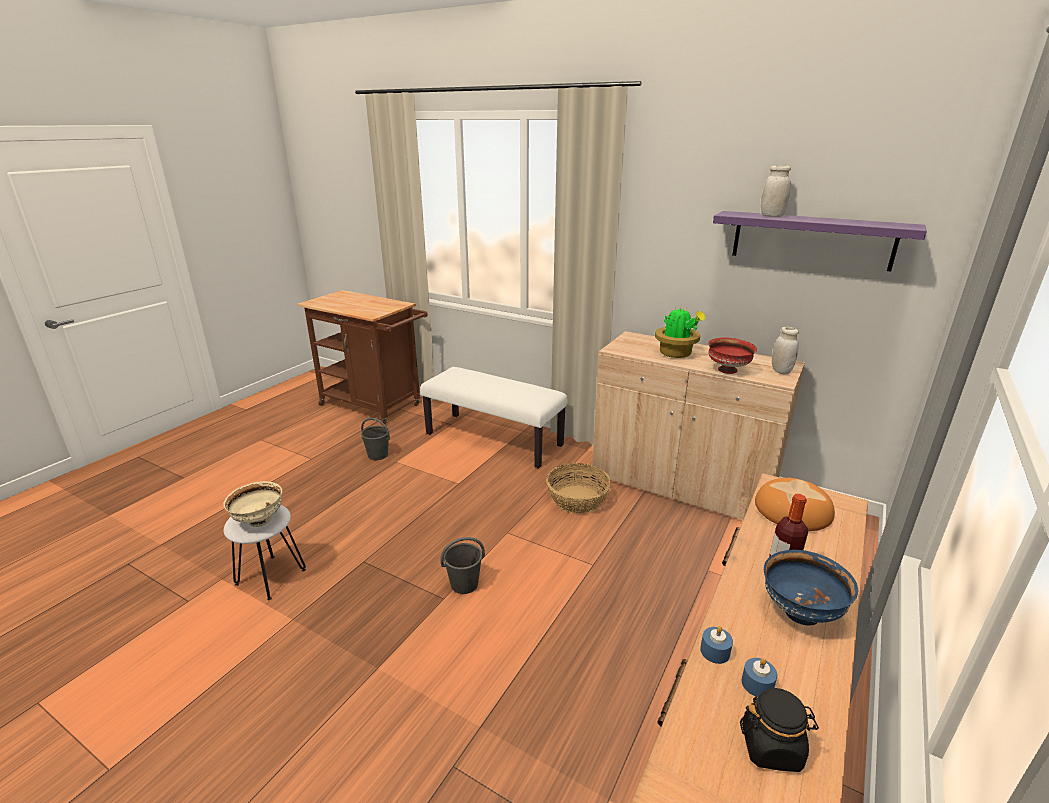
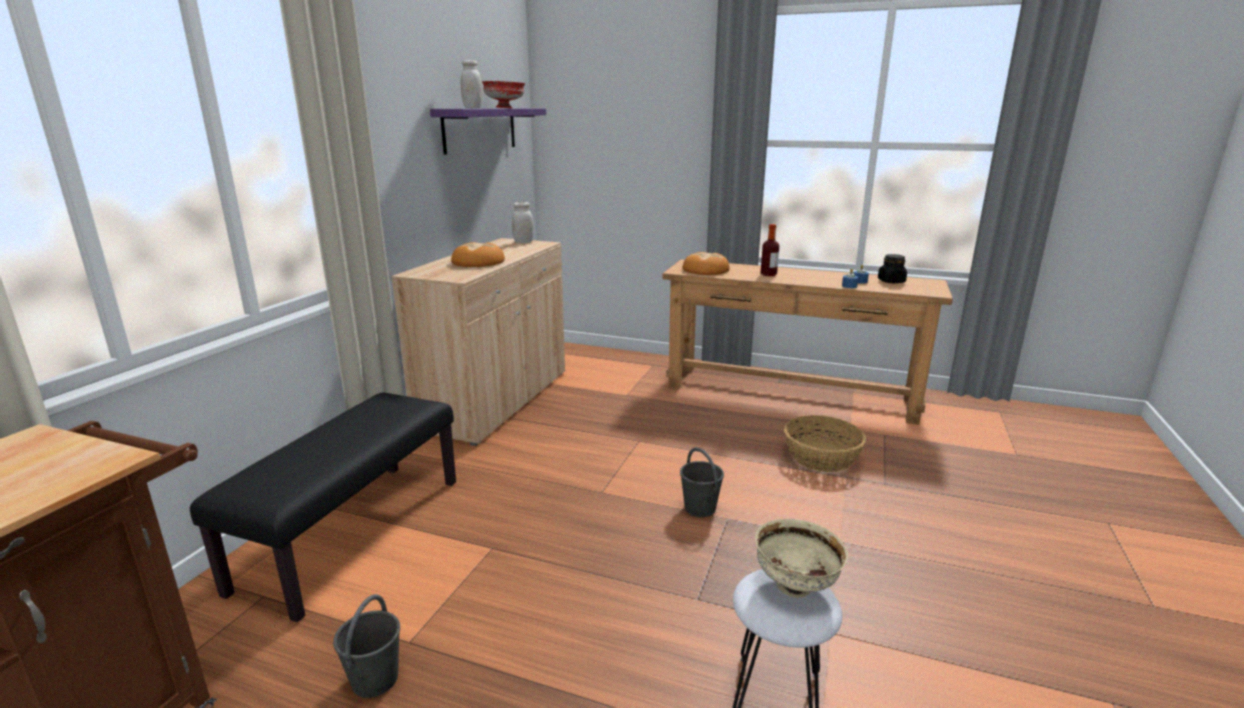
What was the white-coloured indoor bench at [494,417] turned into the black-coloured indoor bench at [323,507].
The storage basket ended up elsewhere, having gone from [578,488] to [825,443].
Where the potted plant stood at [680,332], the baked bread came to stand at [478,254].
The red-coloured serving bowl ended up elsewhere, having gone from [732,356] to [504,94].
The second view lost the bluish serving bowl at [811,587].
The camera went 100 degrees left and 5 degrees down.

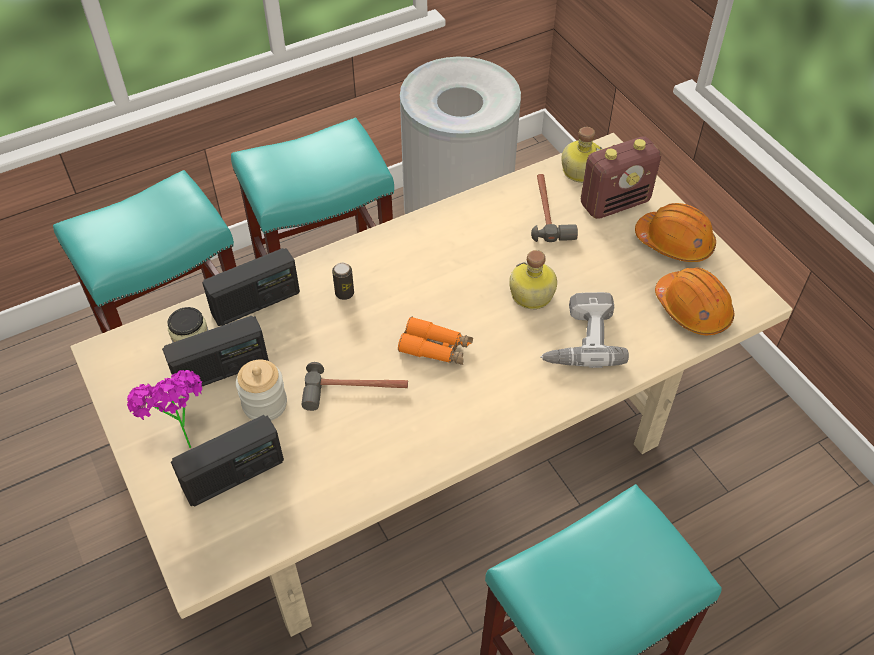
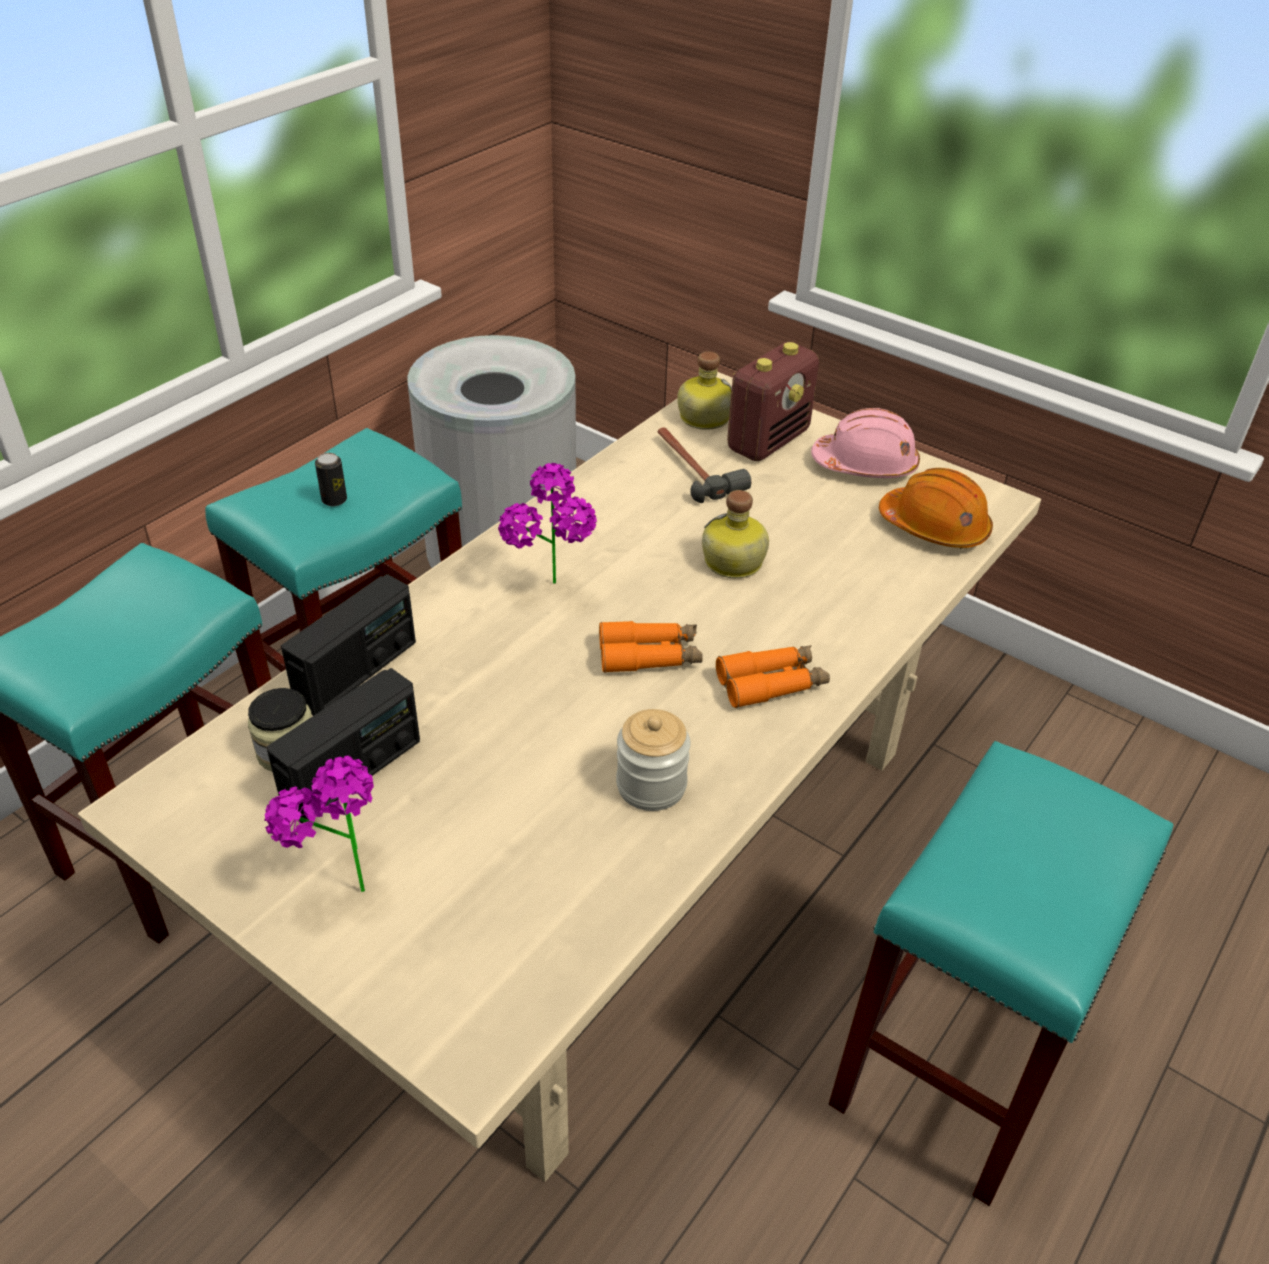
The second view lost the radio at [227,460].
The jar ended up elsewhere, having gone from [261,390] to [653,760].
The second view lost the hammer at [355,386].
The metal can ended up elsewhere, having gone from [343,281] to [331,479].
The second view lost the power drill at [584,330].
What was the orange work helmet at [675,232] turned into the pinkish work helmet at [865,443].
The second view gained the potted plant at [547,523].
The second view gained the orange pair of binoculars at [773,676].
The camera went 25 degrees left and 10 degrees down.

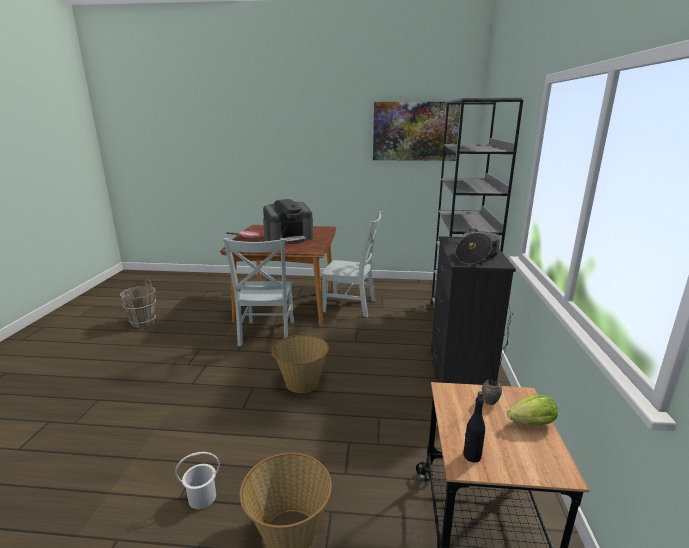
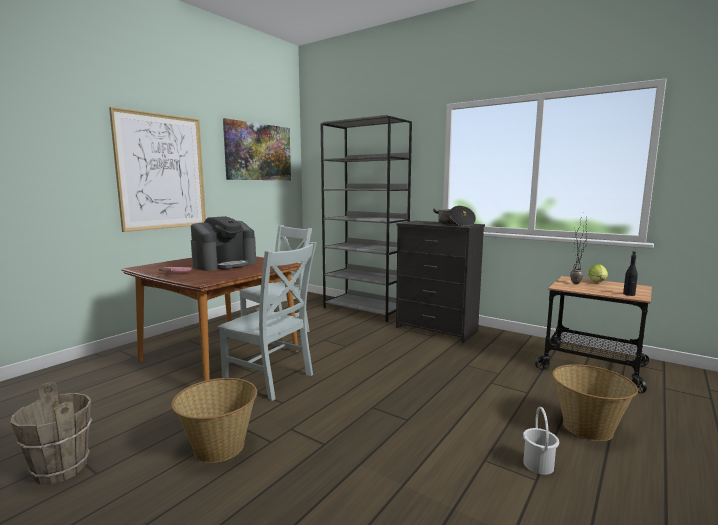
The coffee brewer at [288,221] ended up facing another way, 45 degrees clockwise from before.
The storage basket ended up elsewhere, having gone from [300,364] to [214,420].
The second view gained the picture at [157,169].
The camera went 60 degrees left and 10 degrees down.

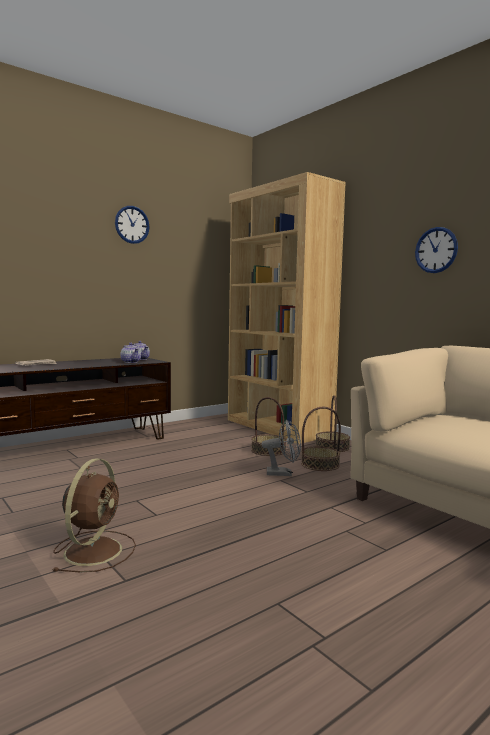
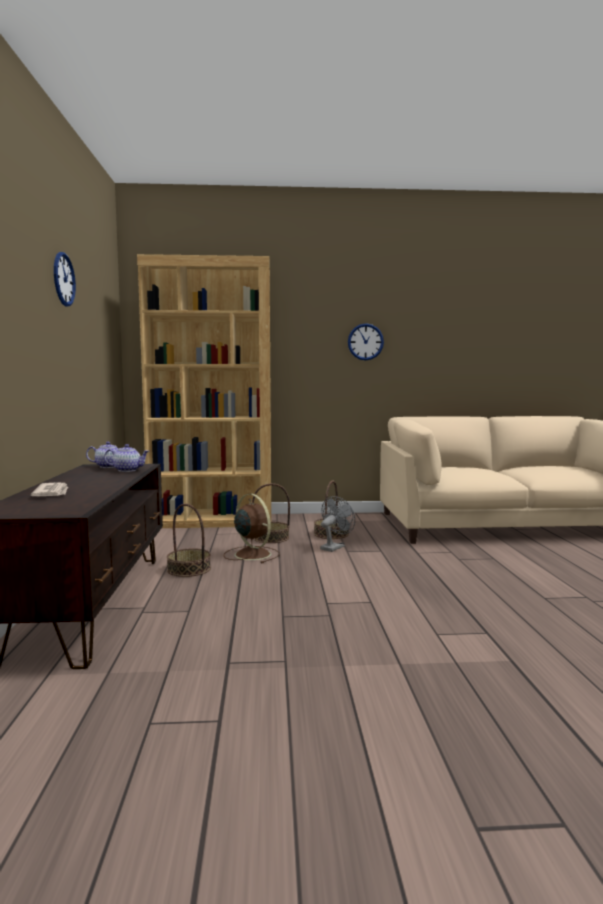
The brown fan ended up elsewhere, having gone from [94,515] to [252,528].
The storage basket ended up elsewhere, having gone from [332,423] to [189,540].
The camera went 55 degrees left and 0 degrees up.

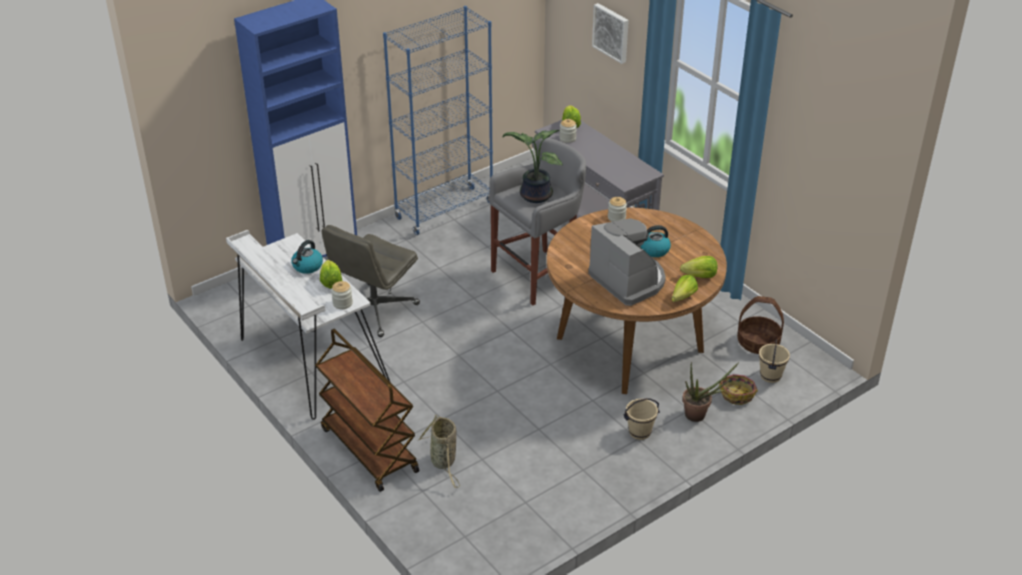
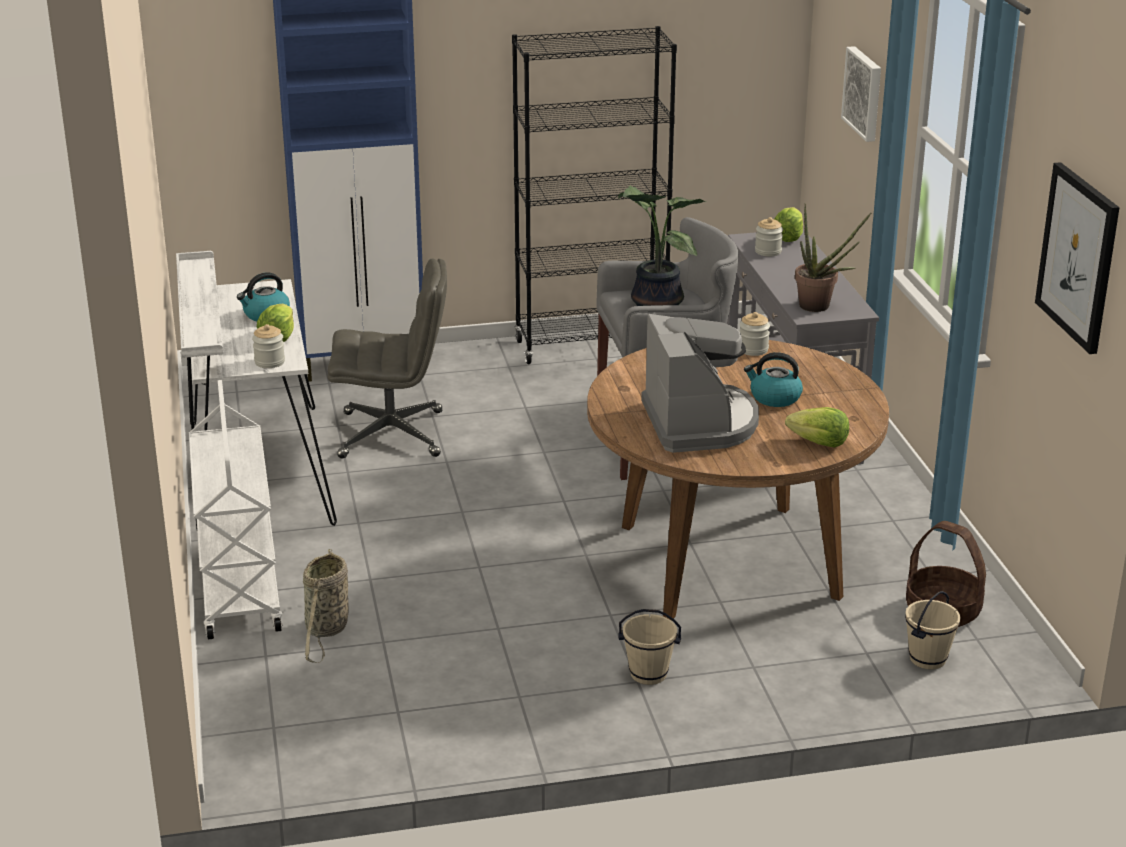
What was the brown trolley at [367,410] turned into the white-coloured trolley at [235,509].
The grey office chair at [371,281] ended up facing another way, 150 degrees counterclockwise from before.
What was the bluish bookcase at [438,120] turned into the black-coloured bookcase at [594,195].
The second view lost the lettuce at [685,288].
The potted plant ended up elsewhere, having gone from [710,392] to [833,257].
The second view lost the storage basket at [738,389].
The second view gained the picture at [1077,258].
The camera went 25 degrees right and 10 degrees down.

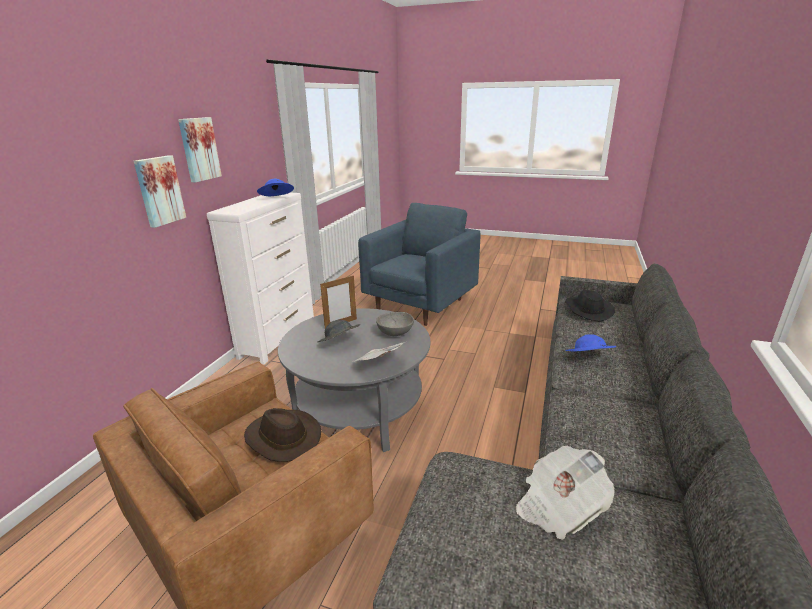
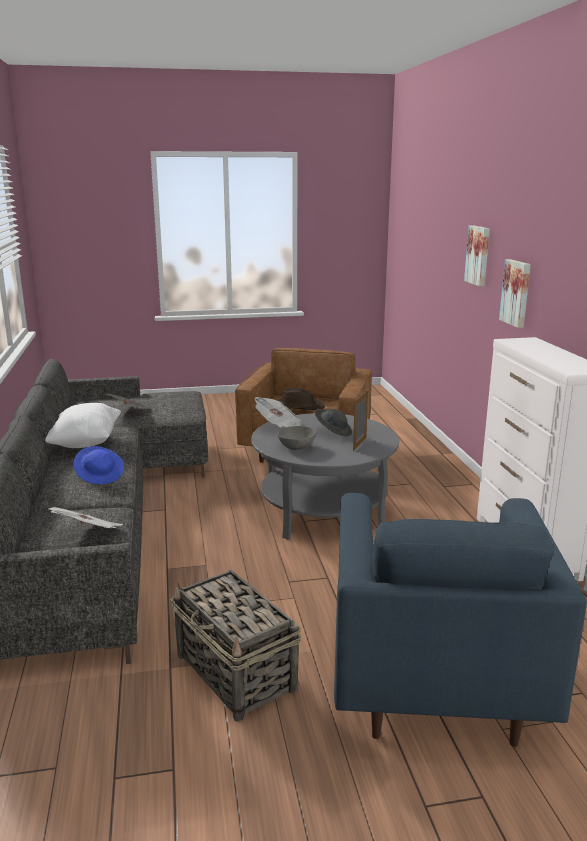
The picture ended up elsewhere, having gone from [200,149] to [477,256].
The second view lost the bluish hat at [275,187].
Where the black-coloured hat stood at [590,305], the printed paper came to stand at [85,517].
The second view gained the white-coloured throw pillow at [83,425].
The second view gained the storage basket at [235,646].
The camera went 150 degrees right and 5 degrees down.

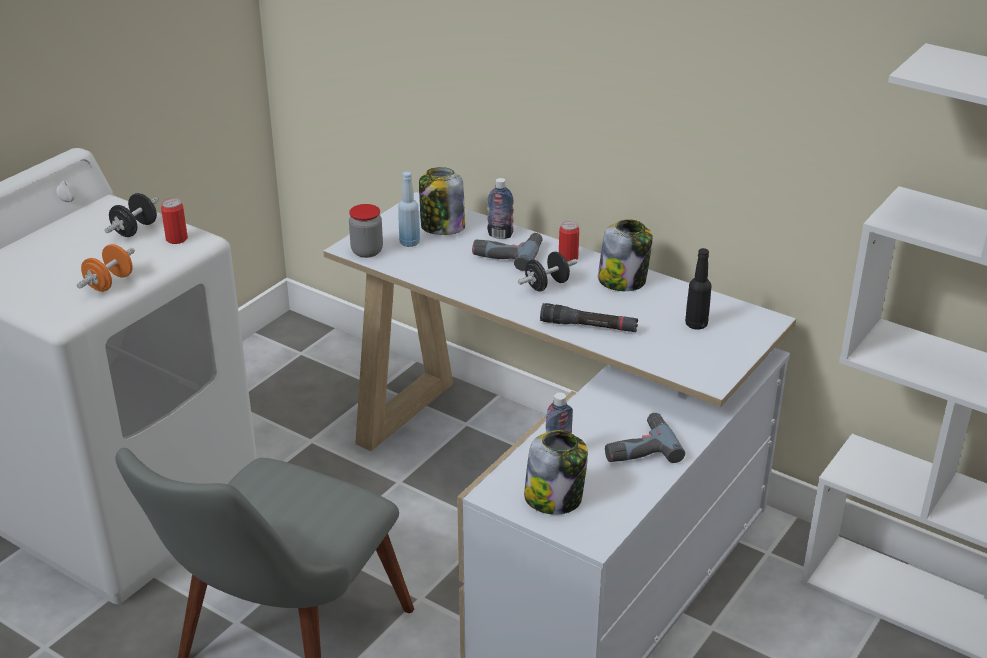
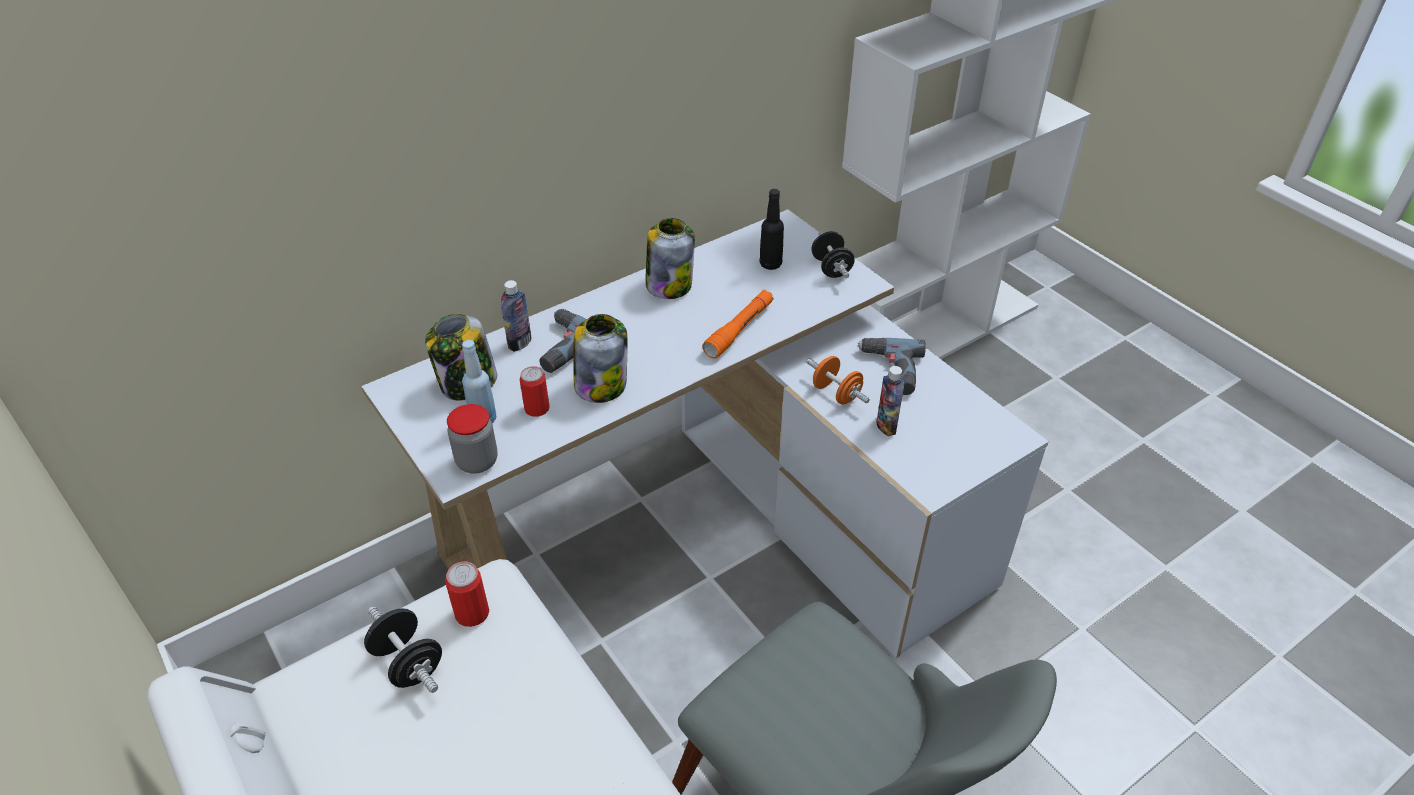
The orange free weight ended up elsewhere, having gone from [106,268] to [838,380].
The black-coloured free weight ended up elsewhere, having gone from [547,271] to [833,254].
The jar ended up elsewhere, having gone from [556,472] to [600,358].
What was the black-coloured flashlight at [589,317] turned into the orange flashlight at [738,324].
The metal can ended up elsewhere, having gone from [569,241] to [535,391].
The camera went 70 degrees left and 10 degrees up.

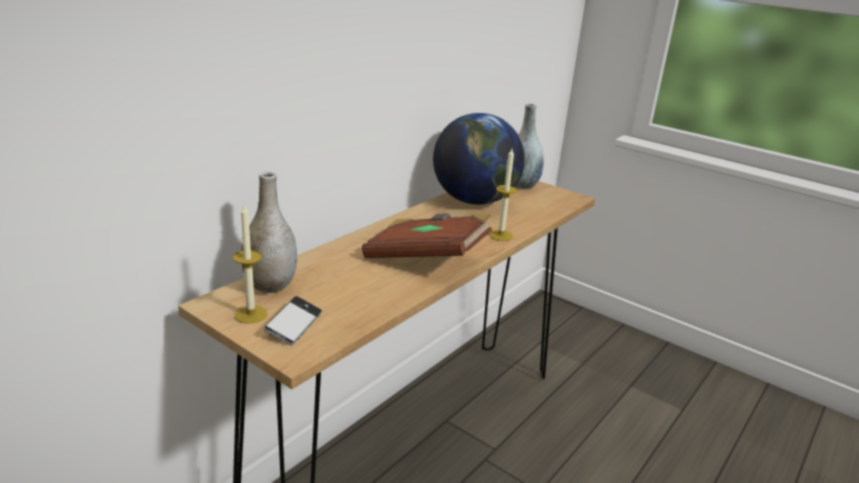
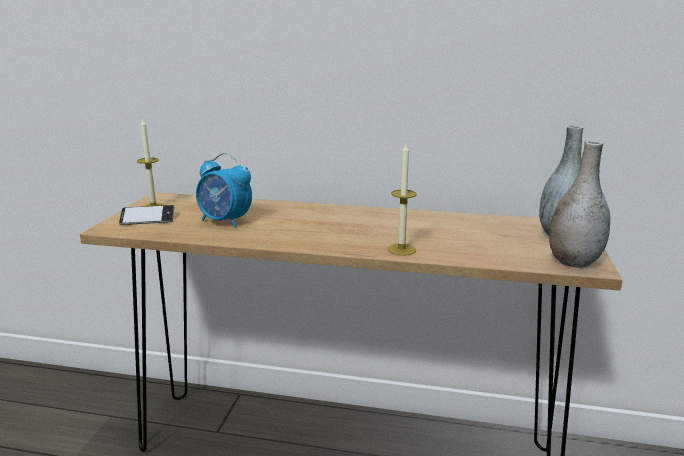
The grey decorative vase ended up elsewhere, having gone from [269,232] to [579,204].
The second view lost the brown volume at [427,235].
The second view lost the desk globe at [479,159].
The second view gained the table clock at [224,190].
The camera went 65 degrees right and 5 degrees down.

